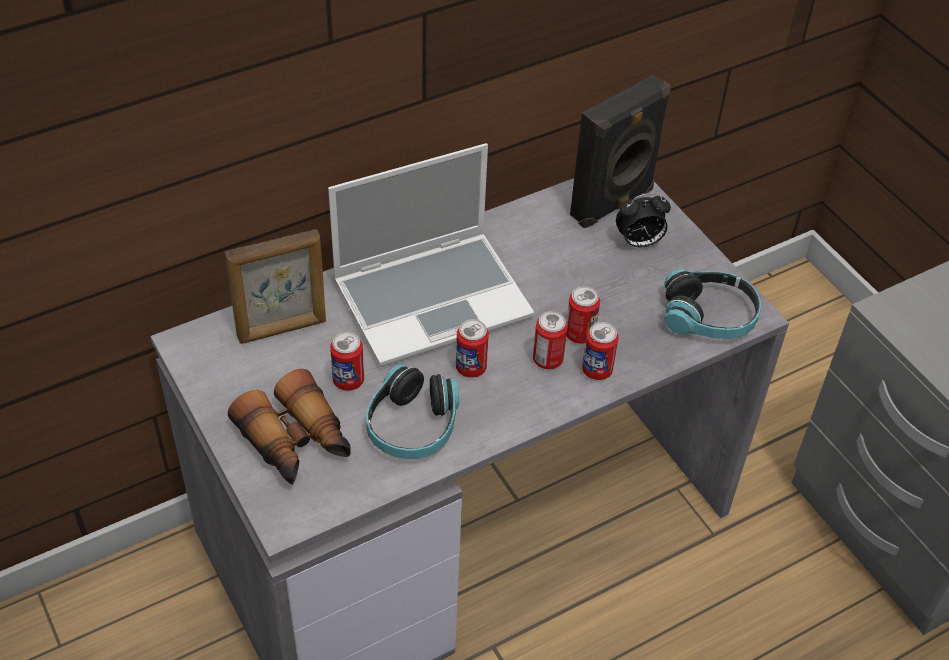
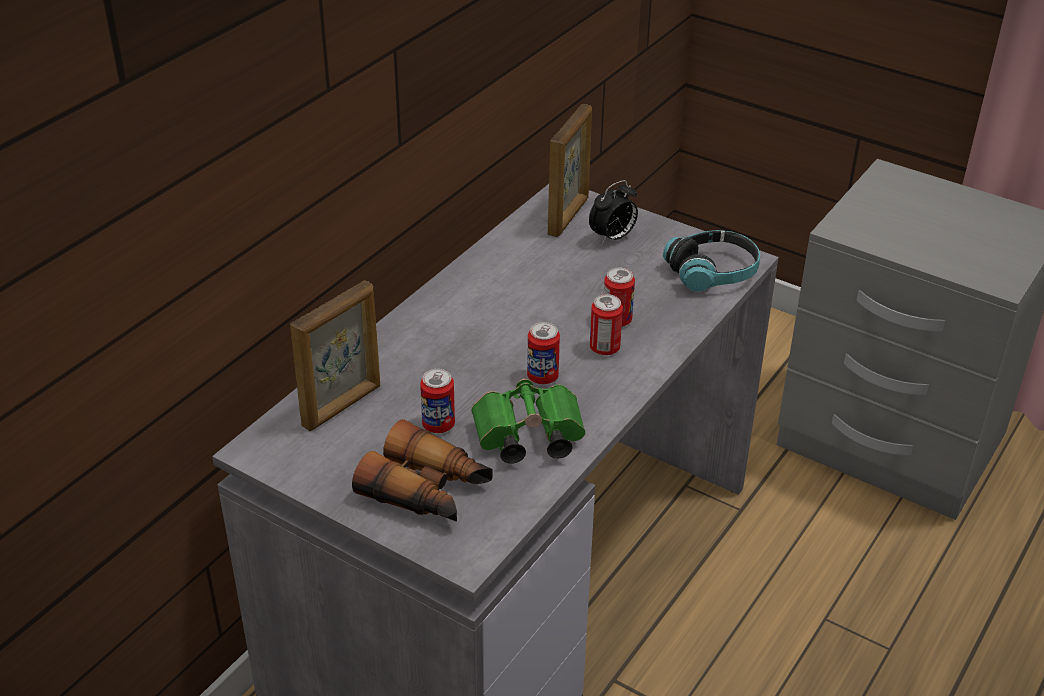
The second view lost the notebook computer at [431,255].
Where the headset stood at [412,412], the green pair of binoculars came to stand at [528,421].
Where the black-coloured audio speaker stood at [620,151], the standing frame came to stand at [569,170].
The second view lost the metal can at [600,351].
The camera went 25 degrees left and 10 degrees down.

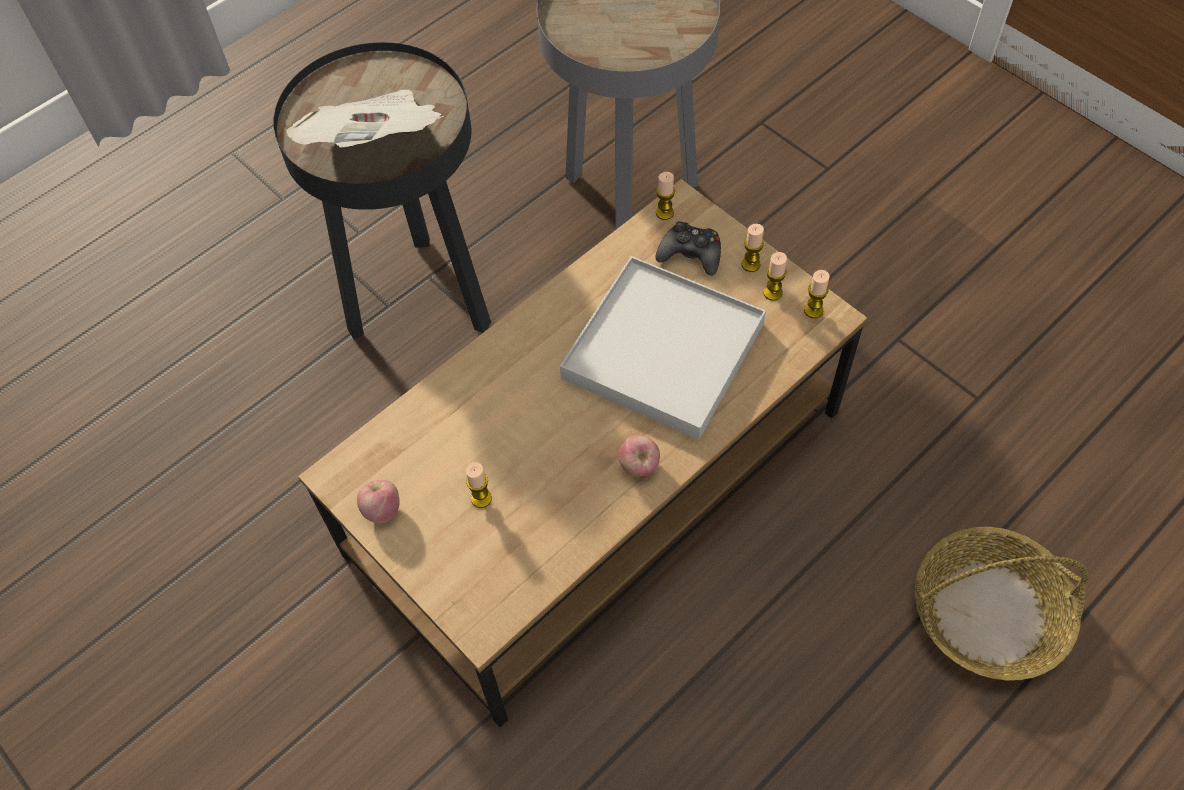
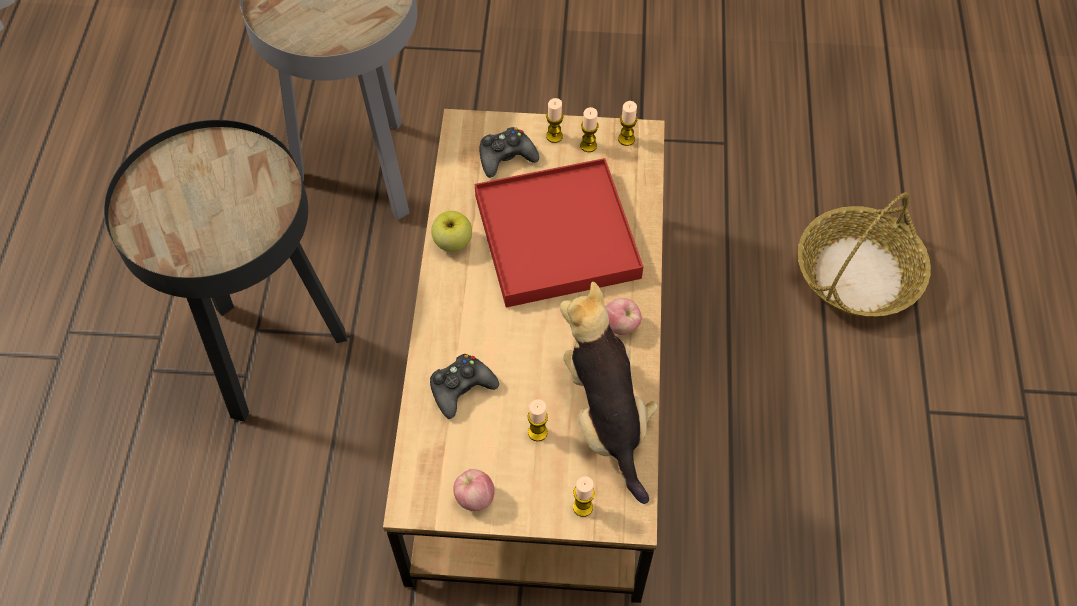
The second view lost the printed paper at [364,119].
What was the white-coloured carrying tray at [663,348] turned into the red-coloured carrying tray at [559,233].
The wax candle ended up elsewhere, having gone from [665,196] to [584,496].
The second view gained the black-coloured gamepad at [464,386].
The second view gained the apple fruit at [451,231].
The second view gained the plush toy at [609,393].
The camera went 45 degrees left and 0 degrees up.

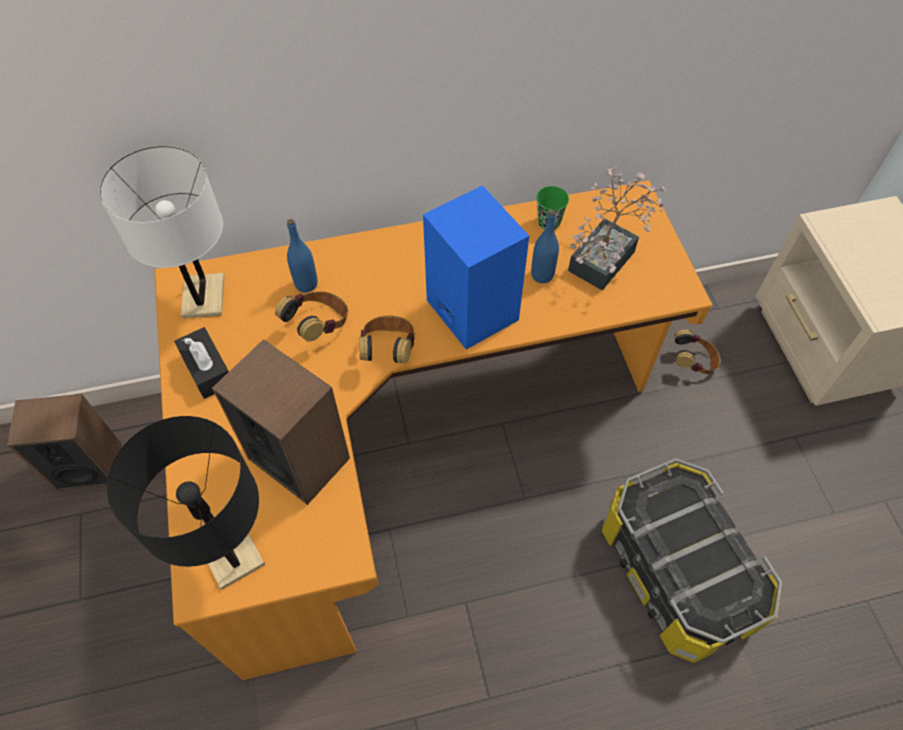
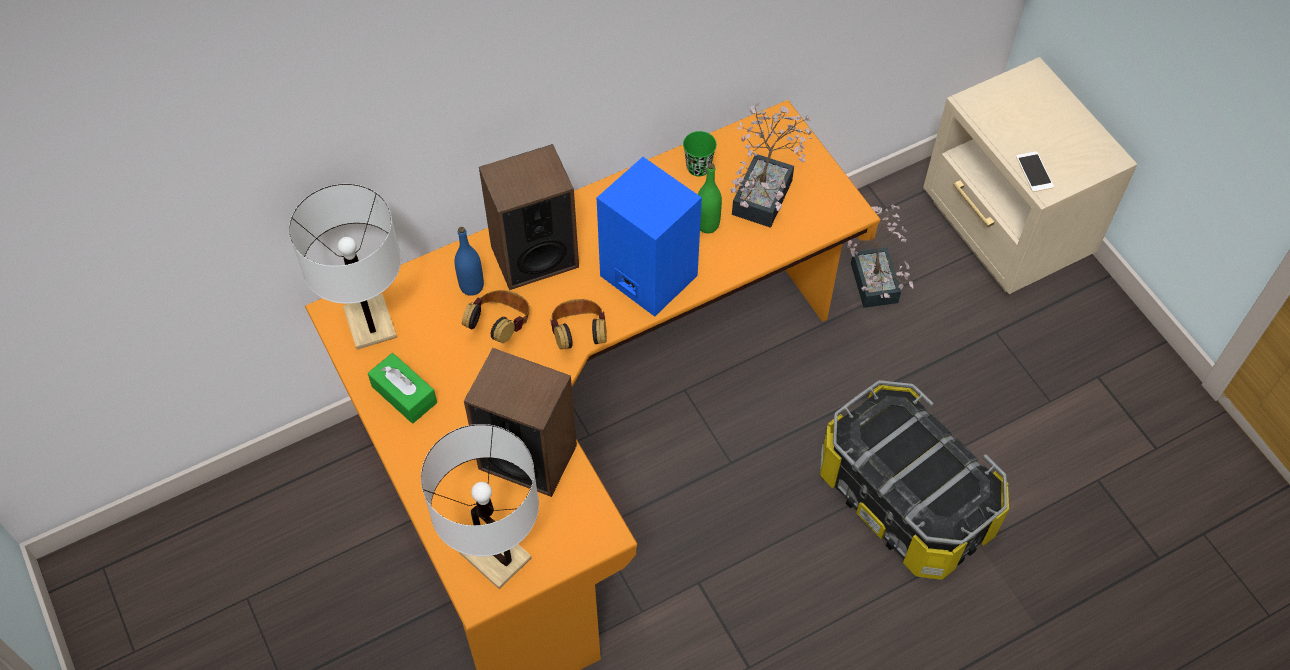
The audio speaker ended up elsewhere, having gone from [64,442] to [529,217].
What was the black-coloured tabletop lamp at [186,503] turned into the white-coloured tabletop lamp at [480,506].
What was the black-coloured tissue box at [201,363] turned into the green tissue box at [402,388].
What was the bluish bottle at [545,246] turned into the green bottle at [710,198].
Where the headset stood at [697,351], the potted plant came to stand at [880,256].
The second view gained the handset at [1035,171].
The camera went 15 degrees left and 0 degrees up.

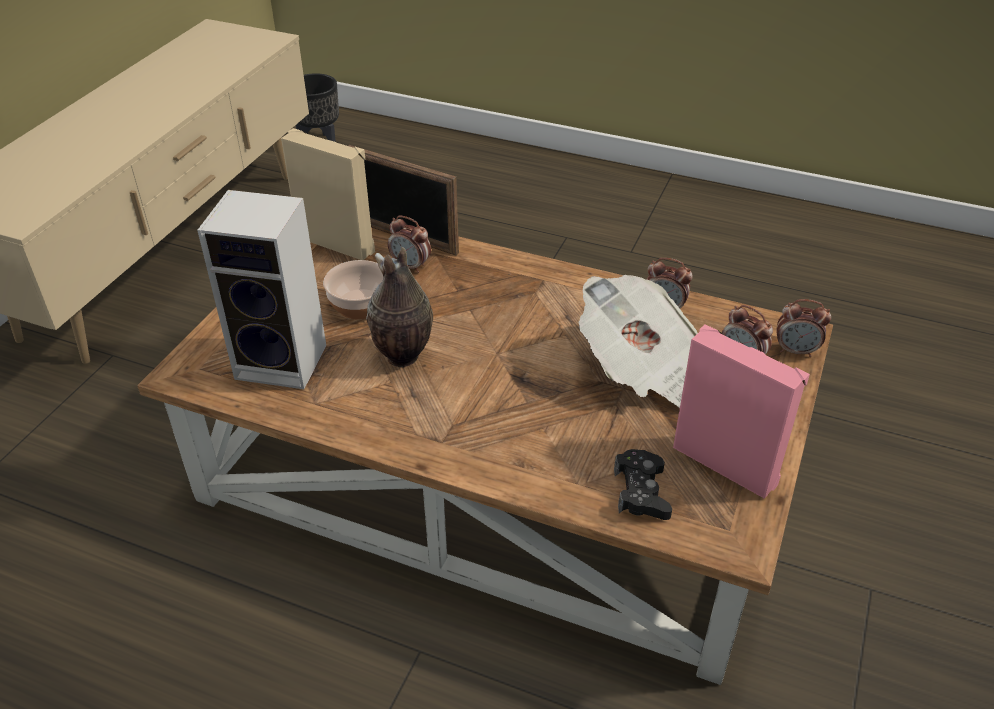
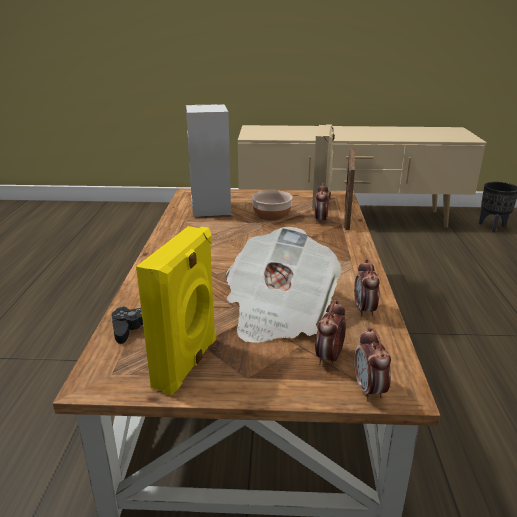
The second view lost the decorative vase at [399,307].
What was the pinkish audio speaker at [741,411] turned into the yellow audio speaker at [176,310].
The camera went 70 degrees right and 15 degrees down.

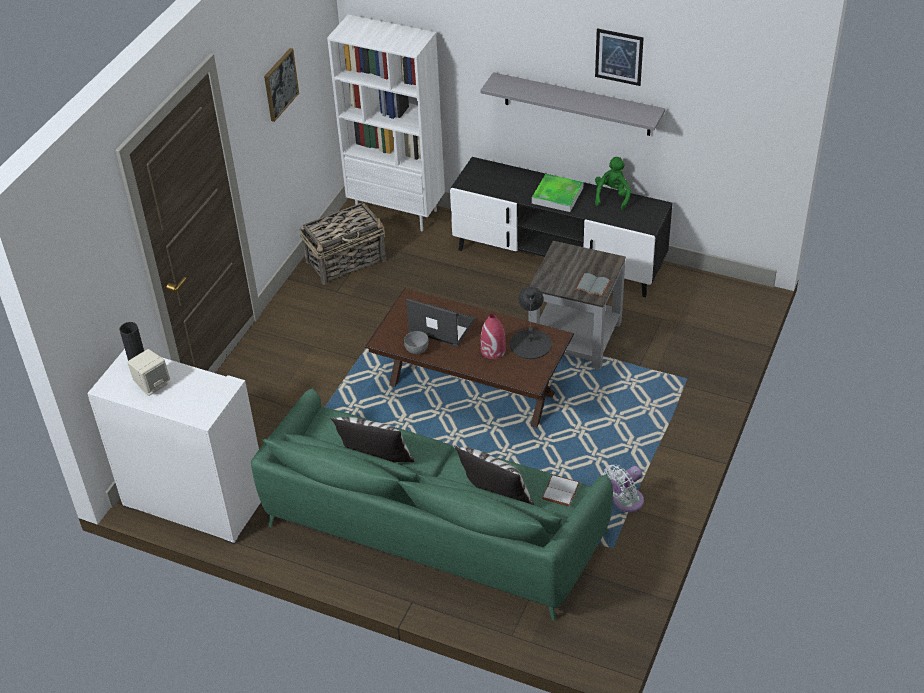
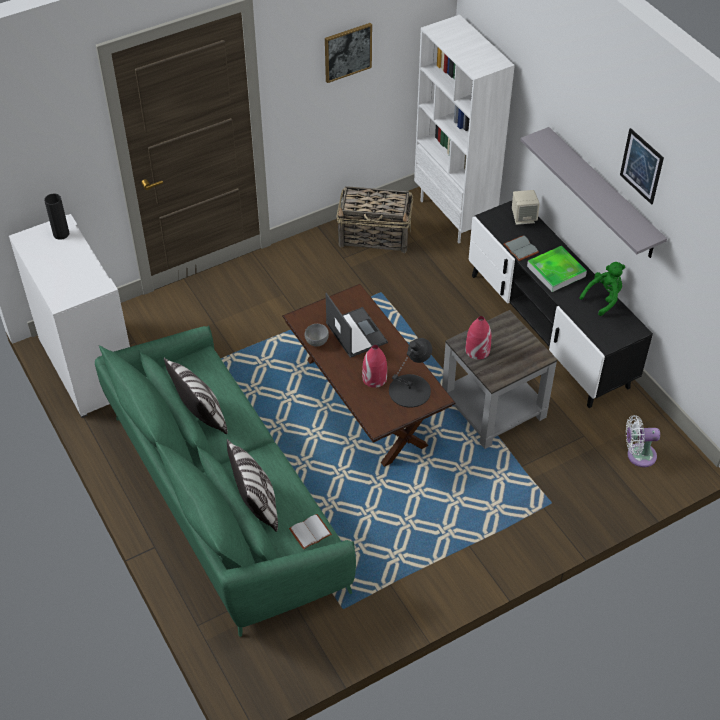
The sand-coloured audio speaker ended up elsewhere, having gone from [148,372] to [526,207].
The grey volume ended up elsewhere, having gone from [593,285] to [521,248].
The white-coloured fan ended up elsewhere, having gone from [623,488] to [643,441].
The second view gained the red-coloured decorative vase at [478,337].
The camera went 35 degrees right and 5 degrees up.

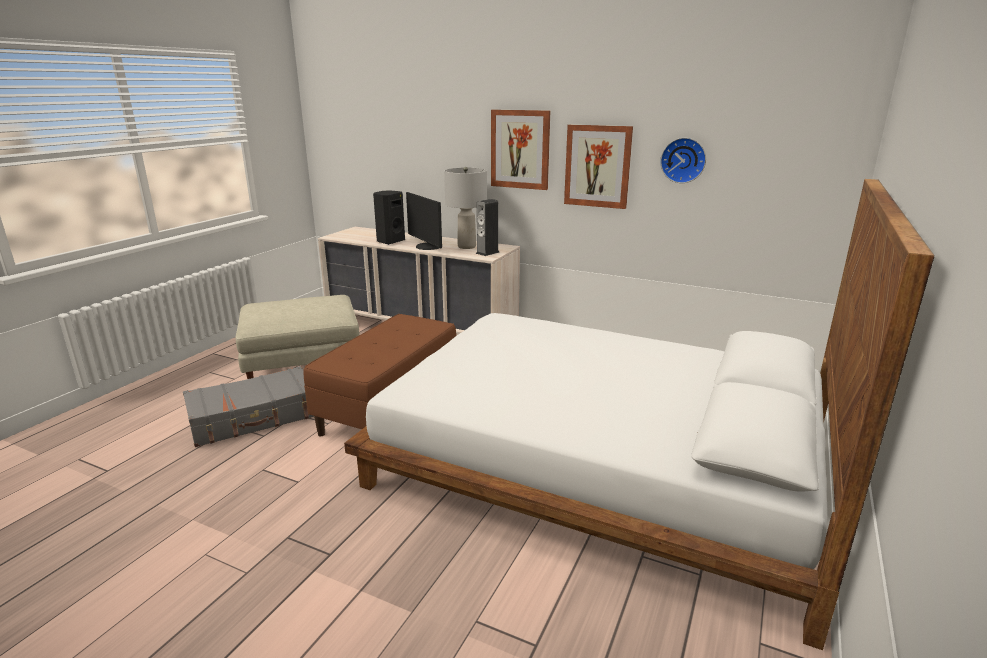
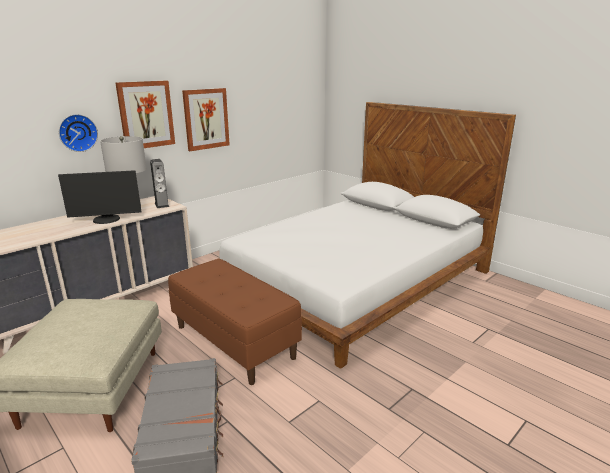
The second view lost the black-coloured audio speaker at [389,217].
The hanging clock ended up elsewhere, having gone from [683,160] to [78,133].
The camera went 70 degrees left and 0 degrees up.

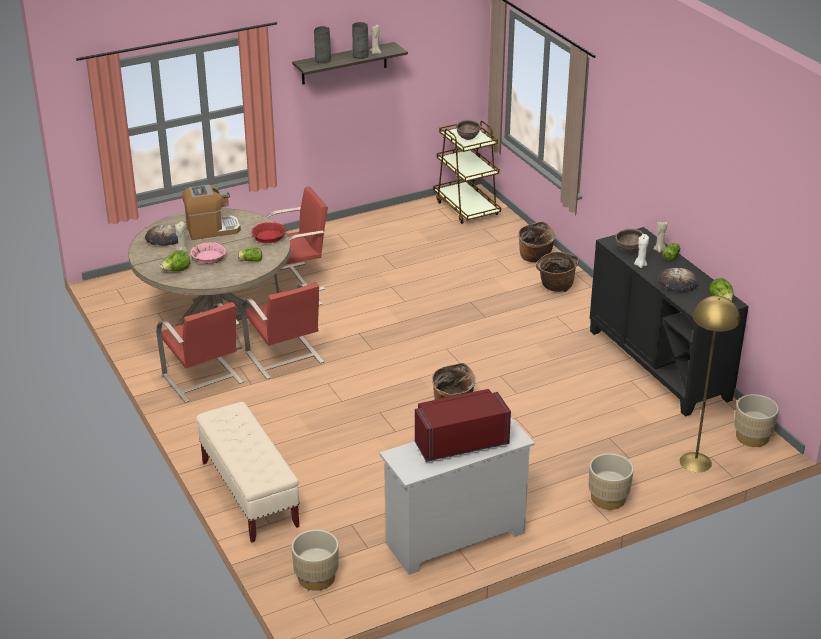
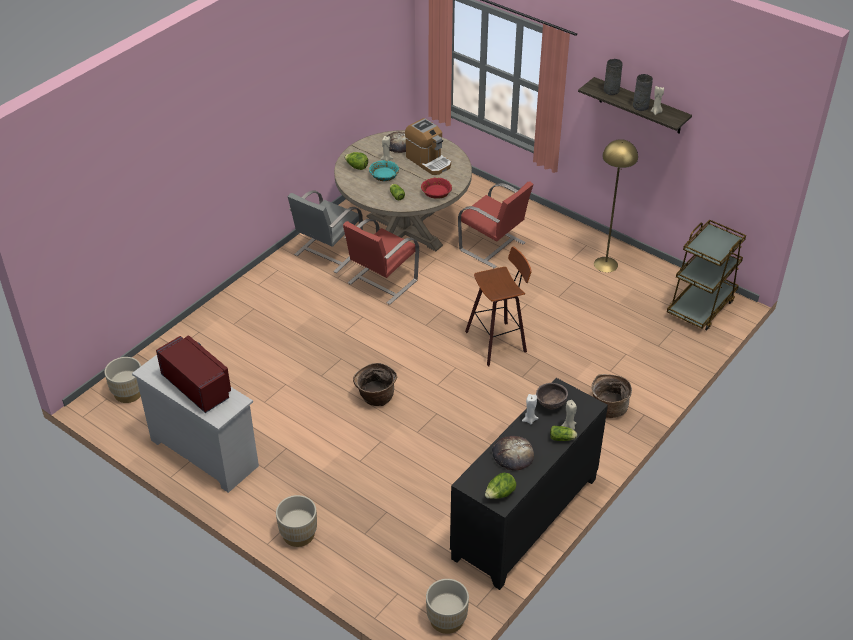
What was the red-coloured upright chair at [200,352] turned into the grey upright chair at [325,231].
What was the pinkish serving bowl at [208,253] turned into the turquoise-coloured serving bowl at [384,170].
The second view lost the sand-coloured indoor bench at [248,472].
The second view lost the brown serving bowl at [468,130].
The second view lost the storage basket at [537,242].
The yellow standing lamp ended up elsewhere, having gone from [710,384] to [616,206].
The second view gained the sitting stool at [498,306].
The camera went 65 degrees right and 10 degrees up.

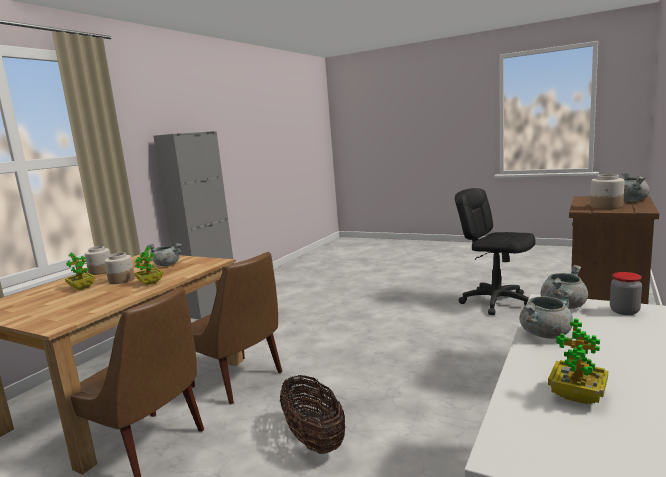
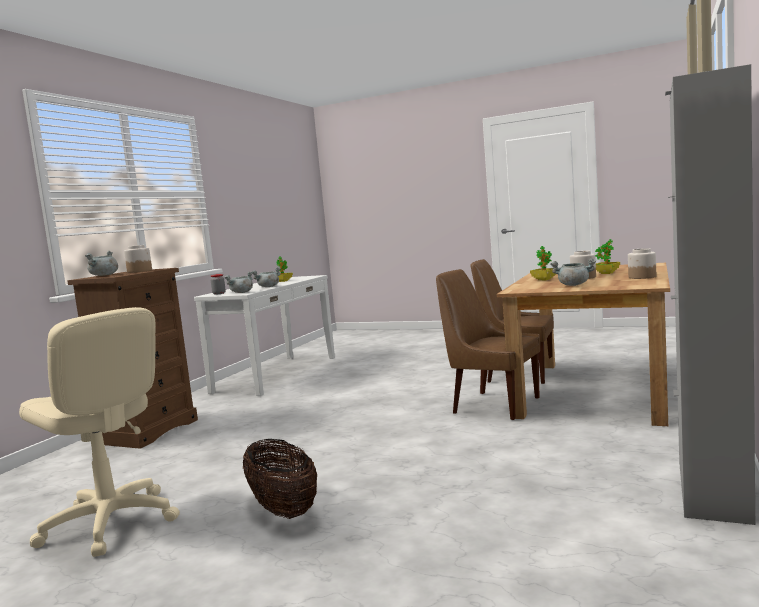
The storage basket ended up elsewhere, having gone from [312,414] to [280,479].
What was the black-coloured office chair at [495,251] turned into the sand-coloured office chair at [99,432].
The camera went 175 degrees right and 5 degrees down.

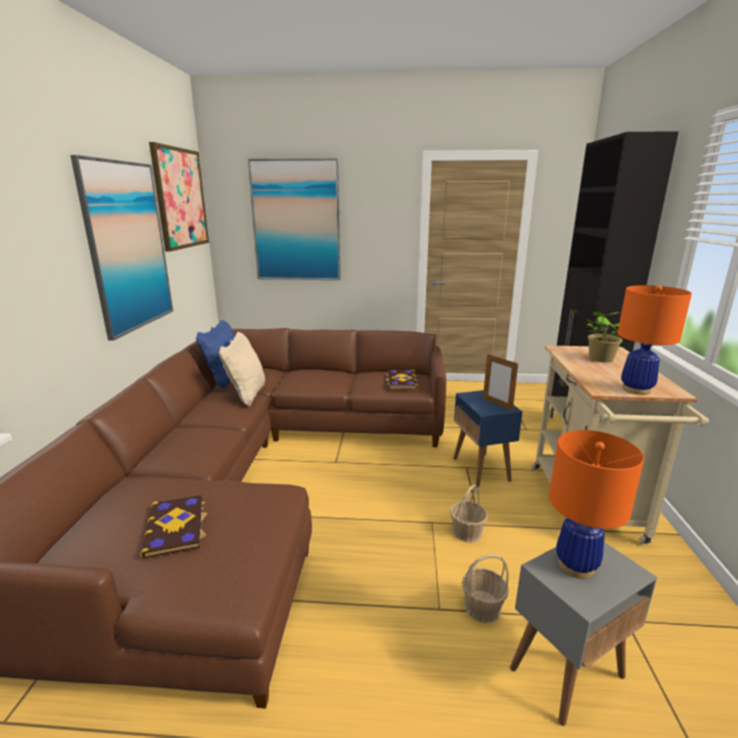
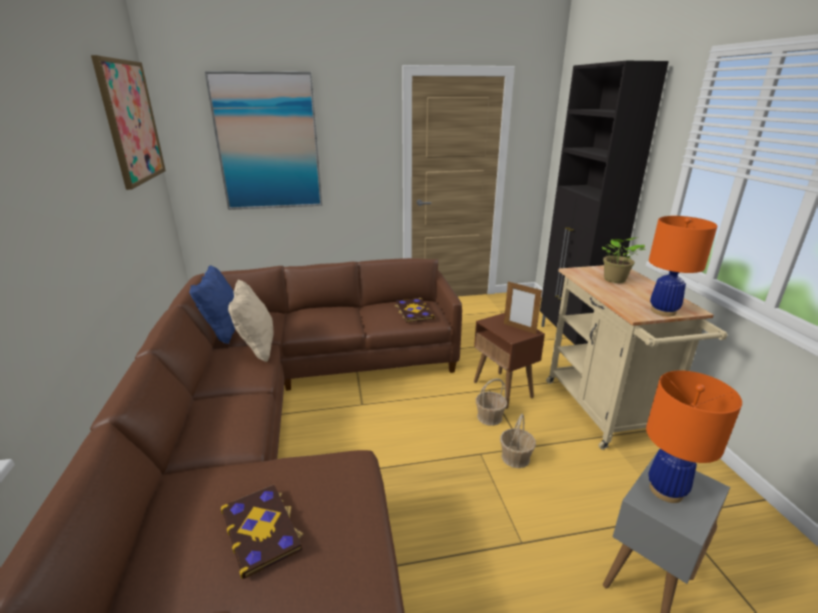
The second view lost the picture at [121,248].
What was the bluish end table at [487,438] turned into the brown end table at [509,361].
The storage basket ended up elsewhere, having gone from [485,588] to [491,402].
The camera went 15 degrees left and 5 degrees up.

